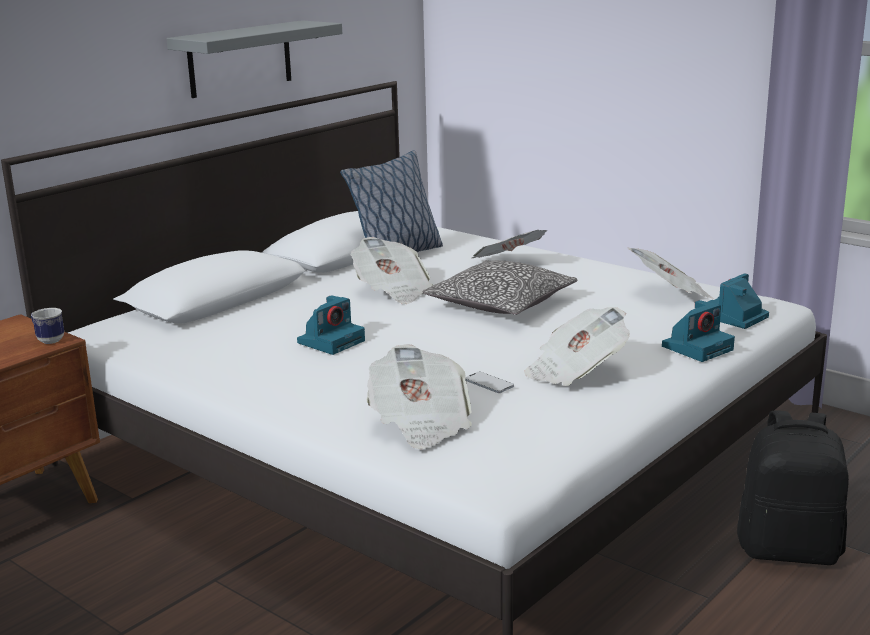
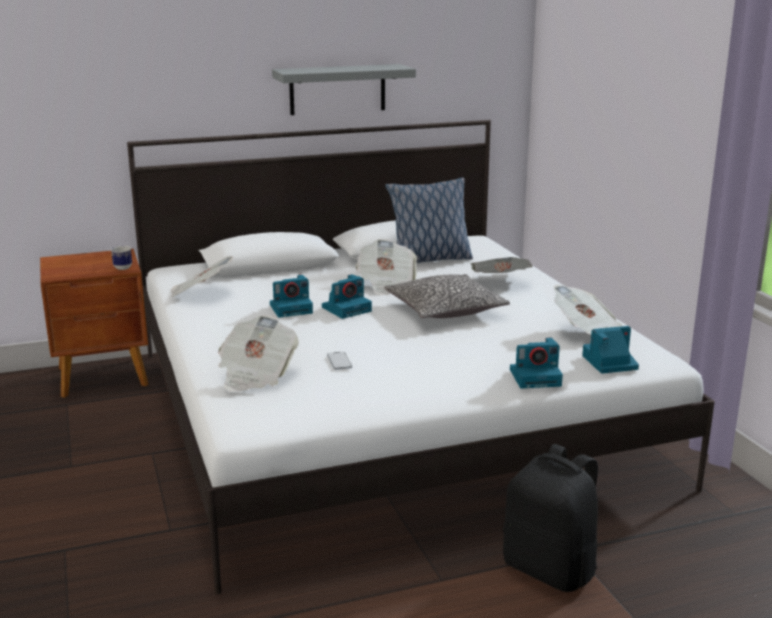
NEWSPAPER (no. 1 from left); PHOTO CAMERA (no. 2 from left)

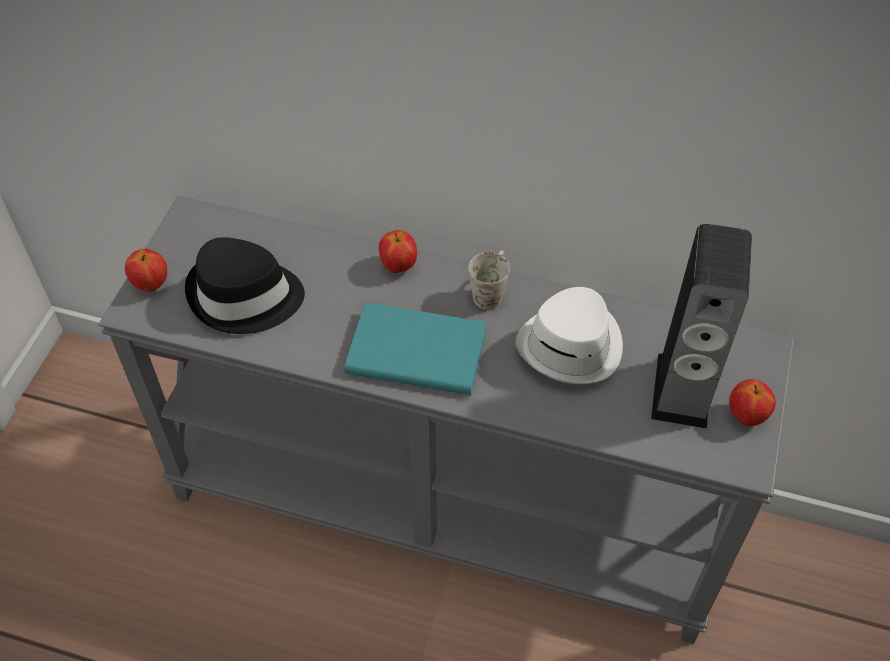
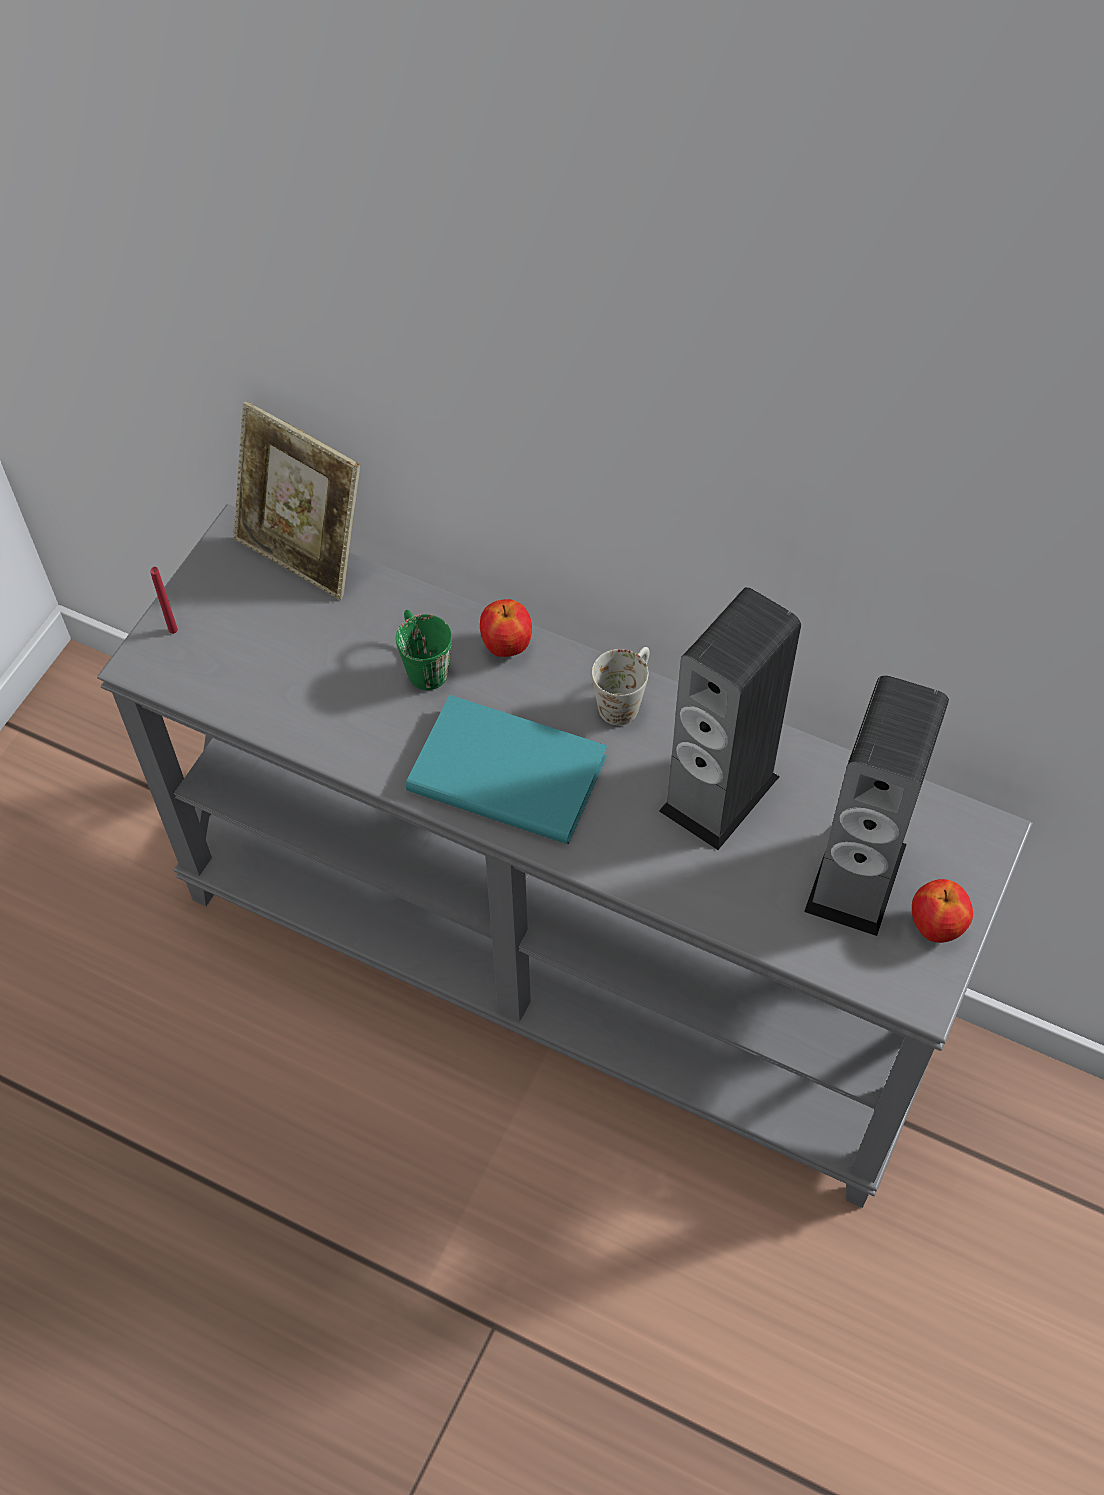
RED CANDLE; PICTURE FRAME; GREEN MUG; SPEAKER (no. 1 from left); BLACK HAT

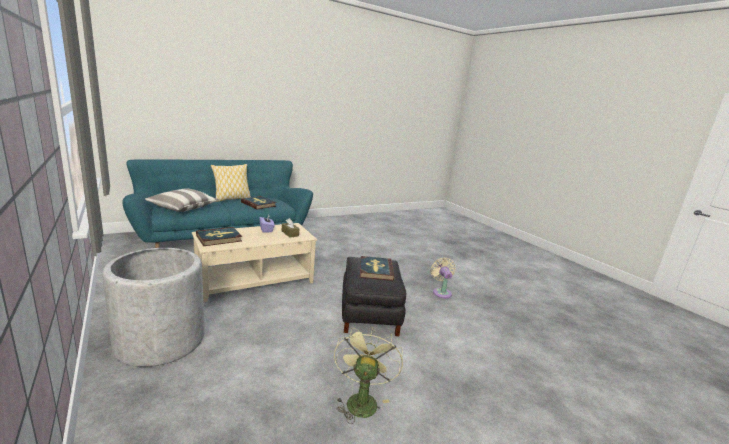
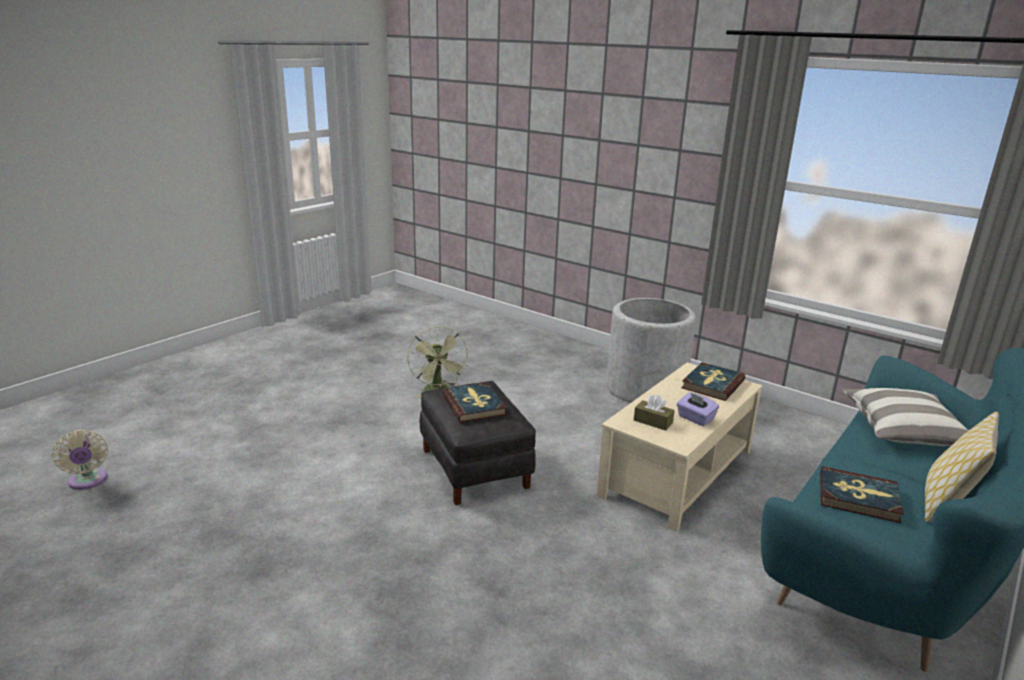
BEIGE FAN

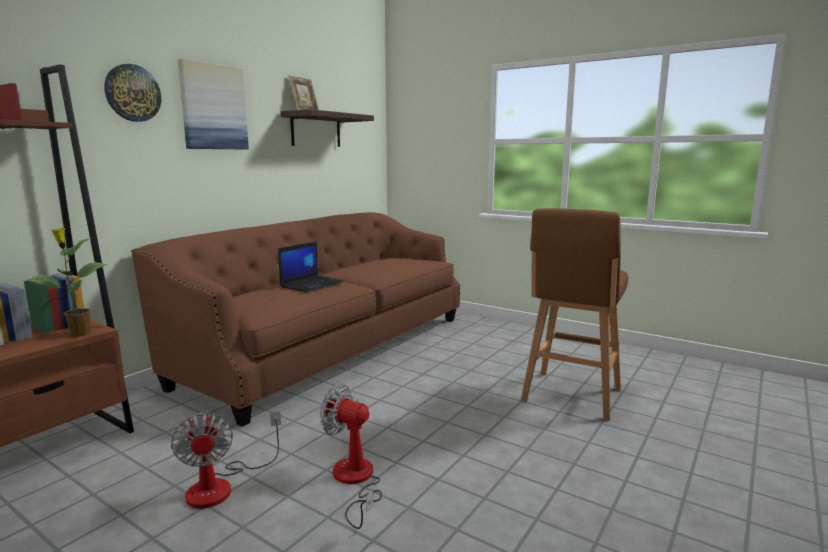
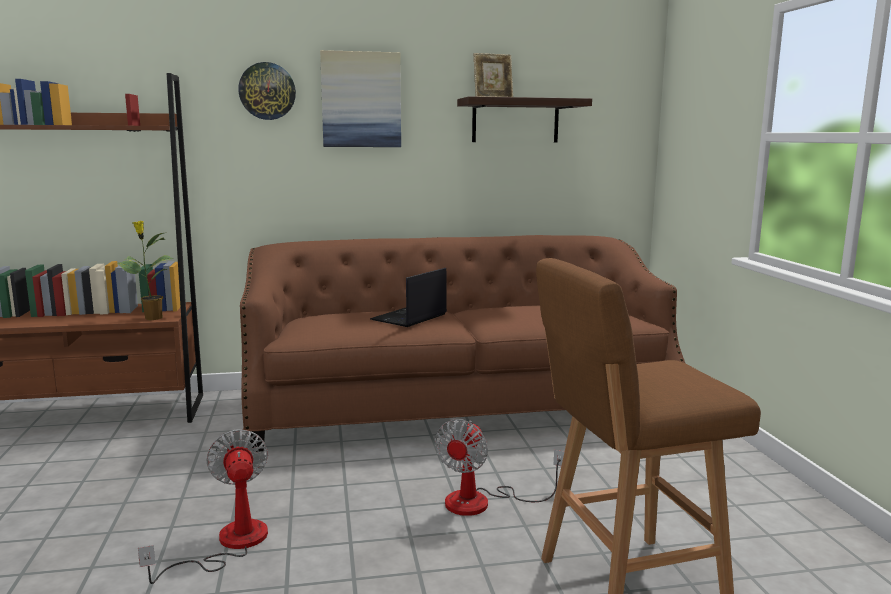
LAPTOP; FAN (no. 2 from left)

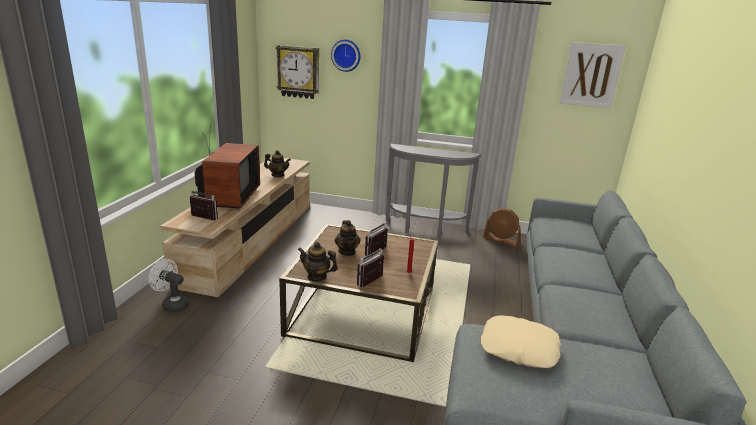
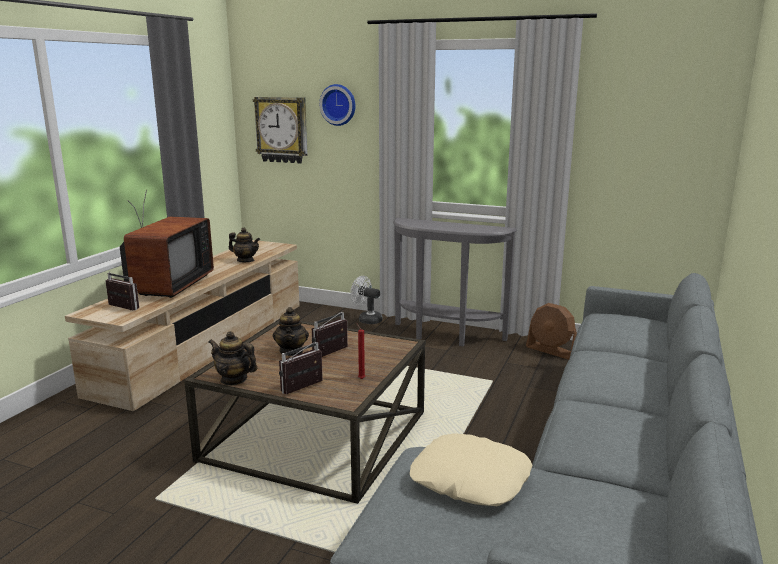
WHITE FAN; PICTURE

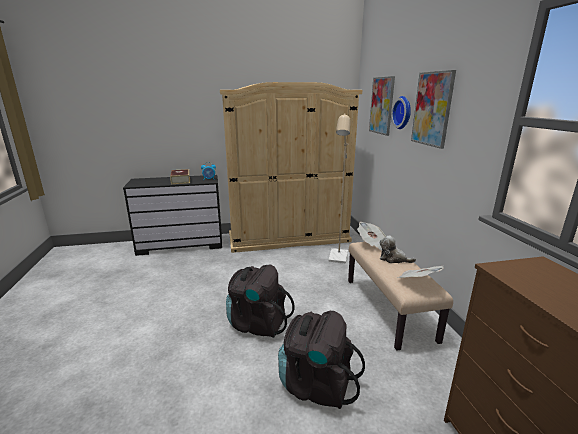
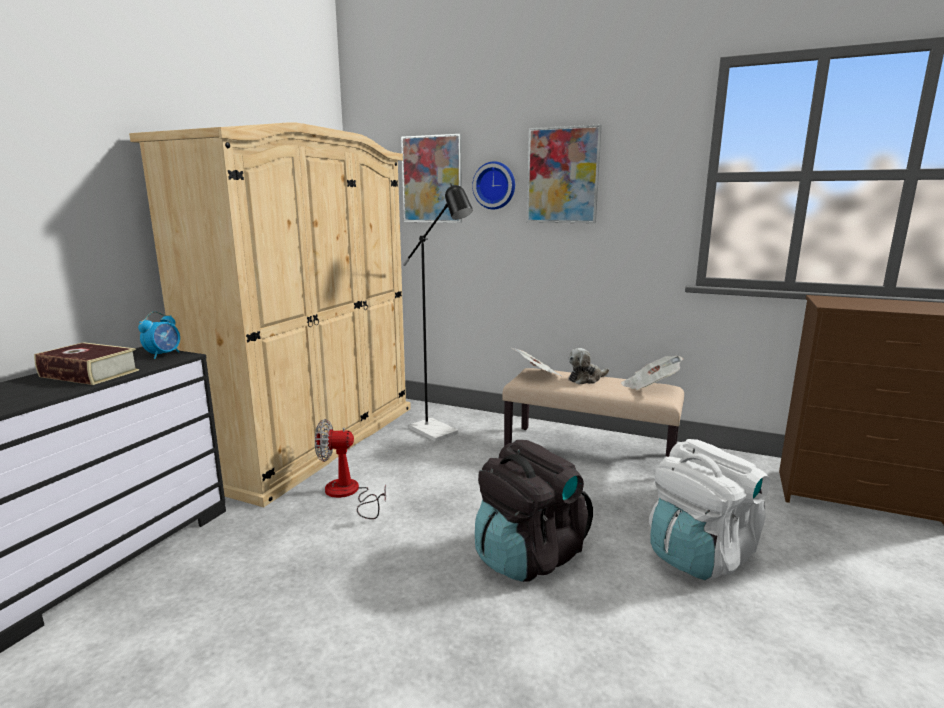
FAN; BLACK FLOOR LAMP; WHITE BACKPACK

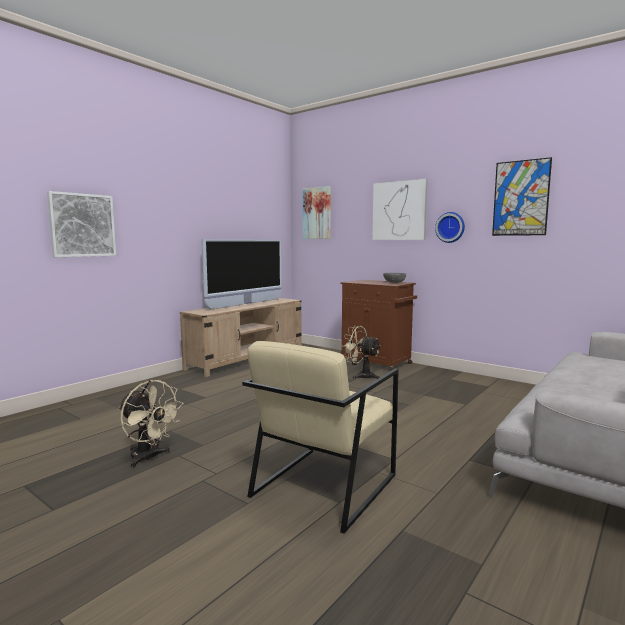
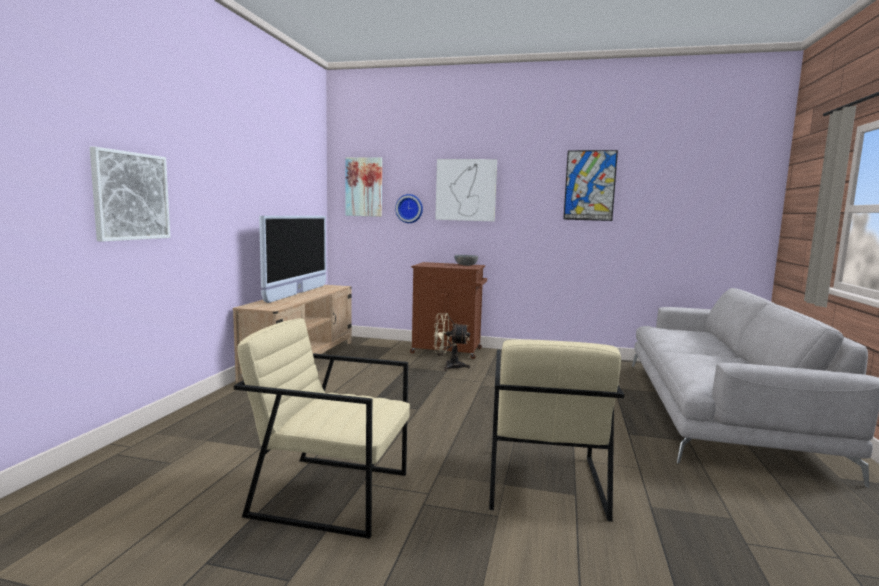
BEIGE ARMCHAIR (no. 1 from left); WALL CLOCK

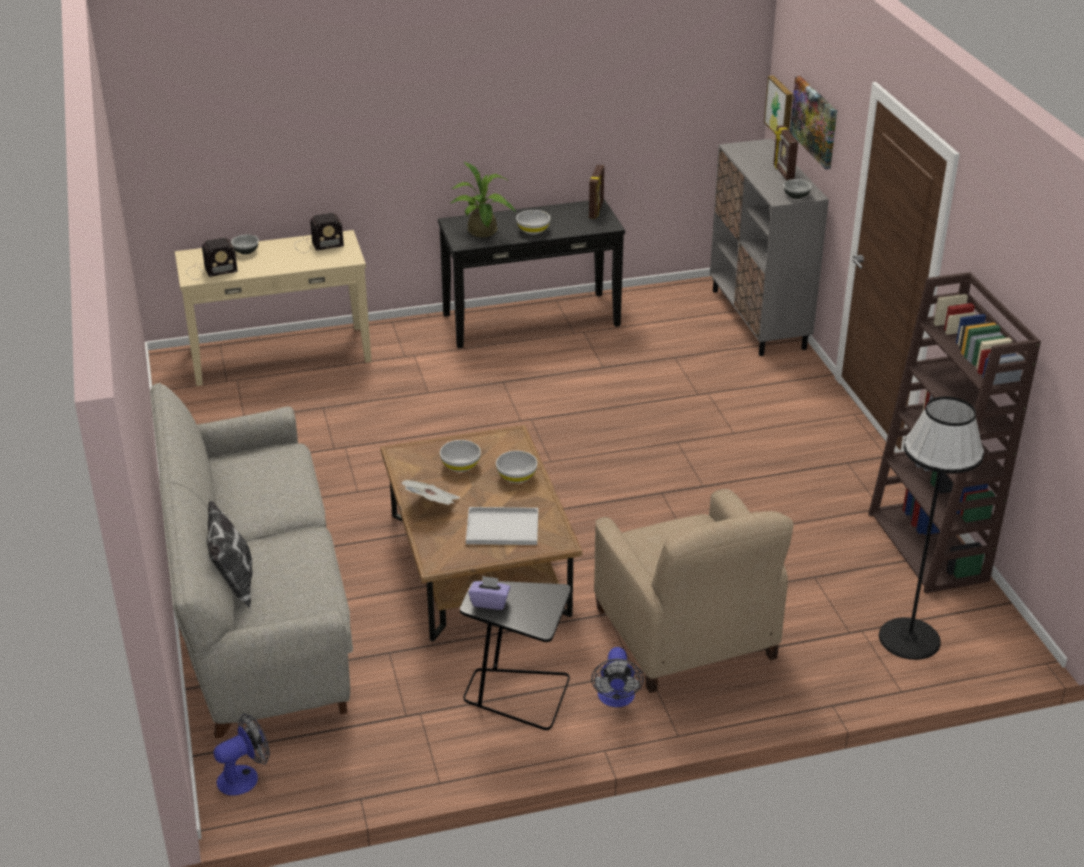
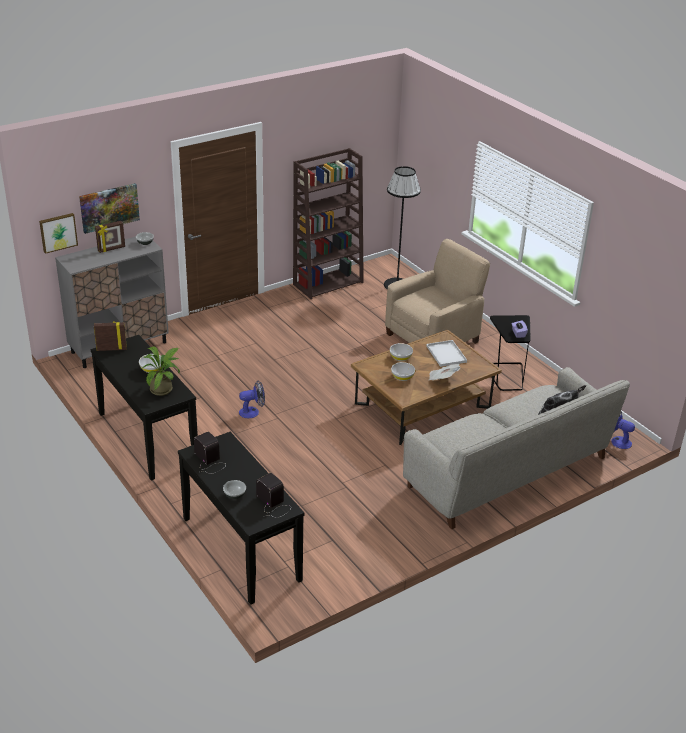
BLACK CONSOLE TABLE (no. 2 from left); FAN (no. 1 from left)

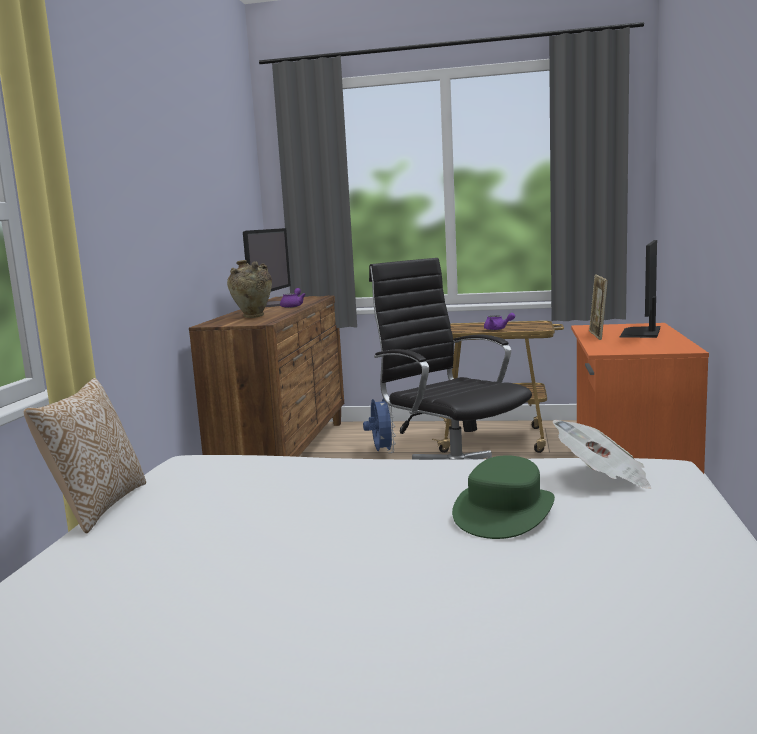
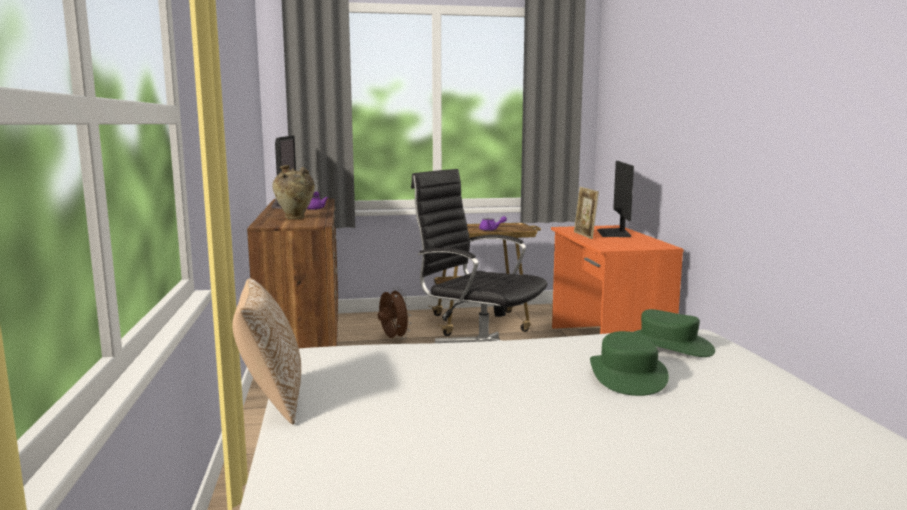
BROWN FAN; GREEN HAT (no. 2 from left)

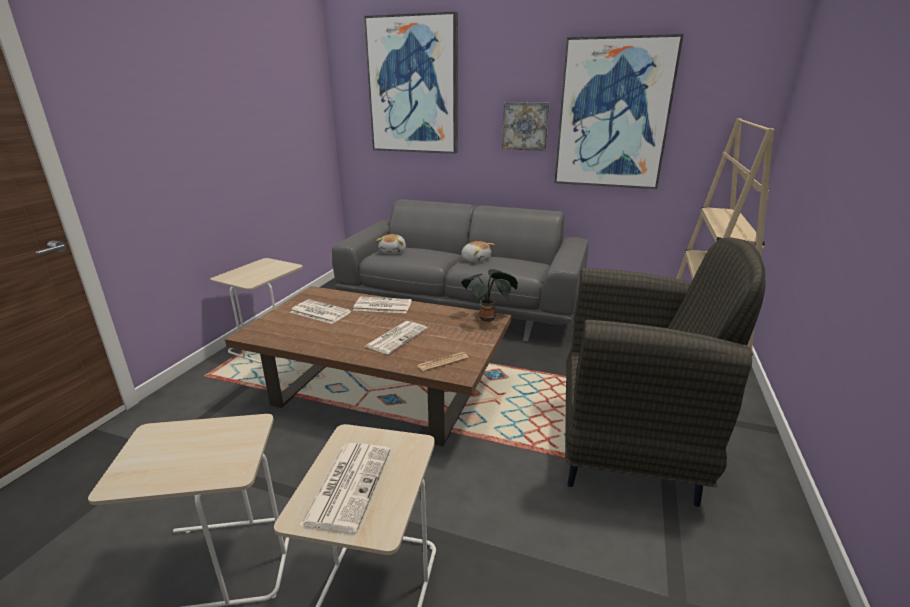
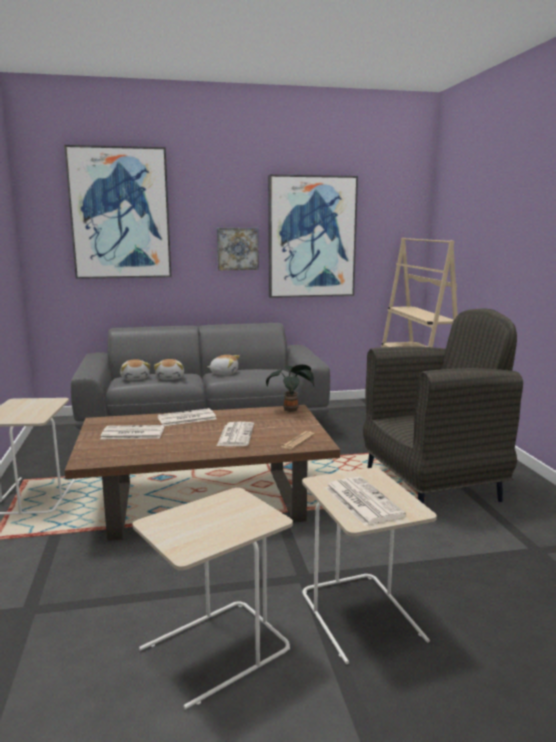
PLUSH TOY (no. 2 from left)

